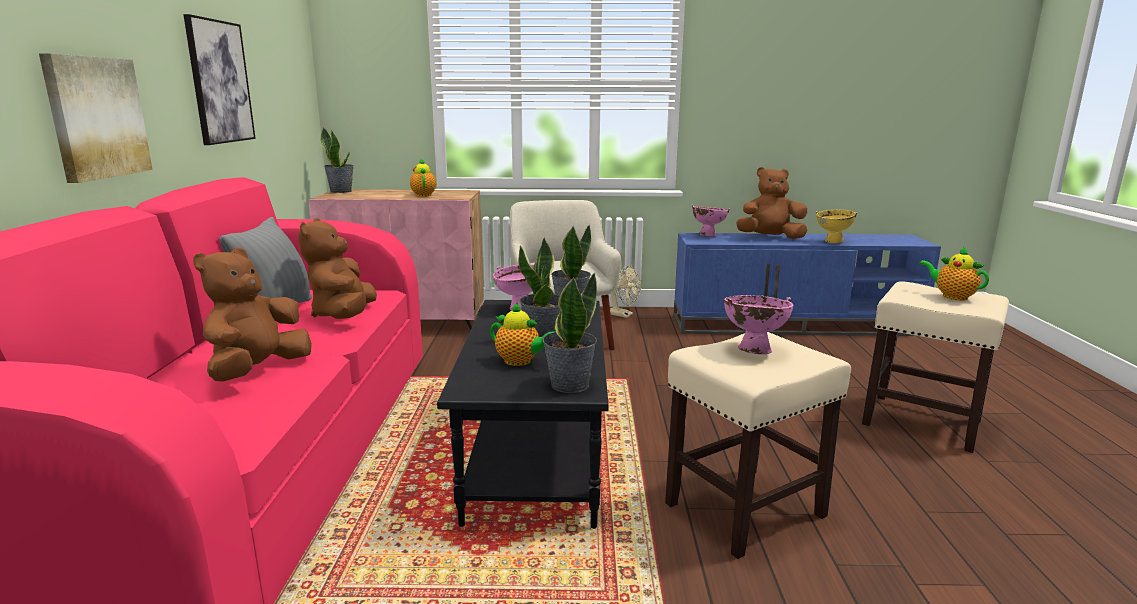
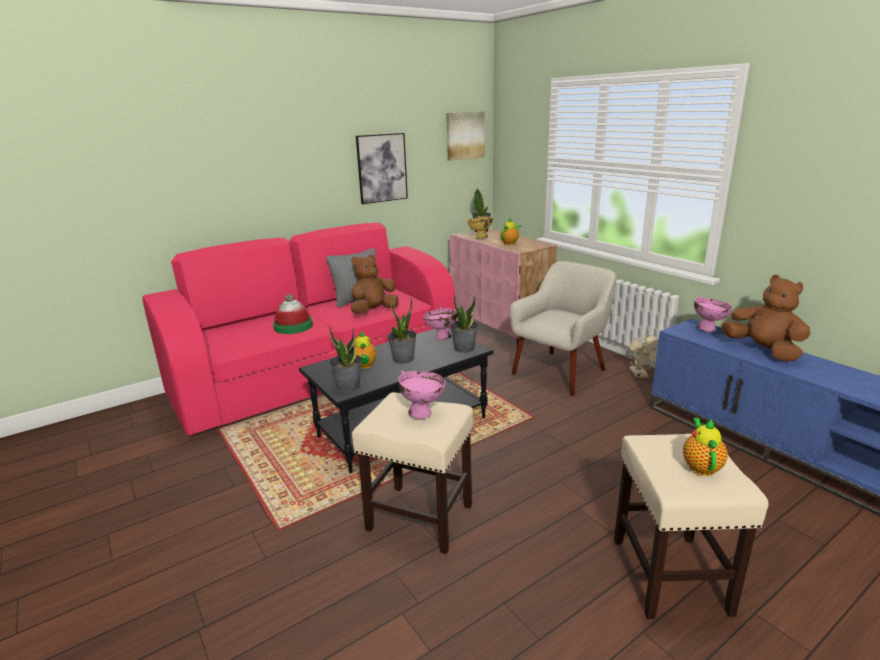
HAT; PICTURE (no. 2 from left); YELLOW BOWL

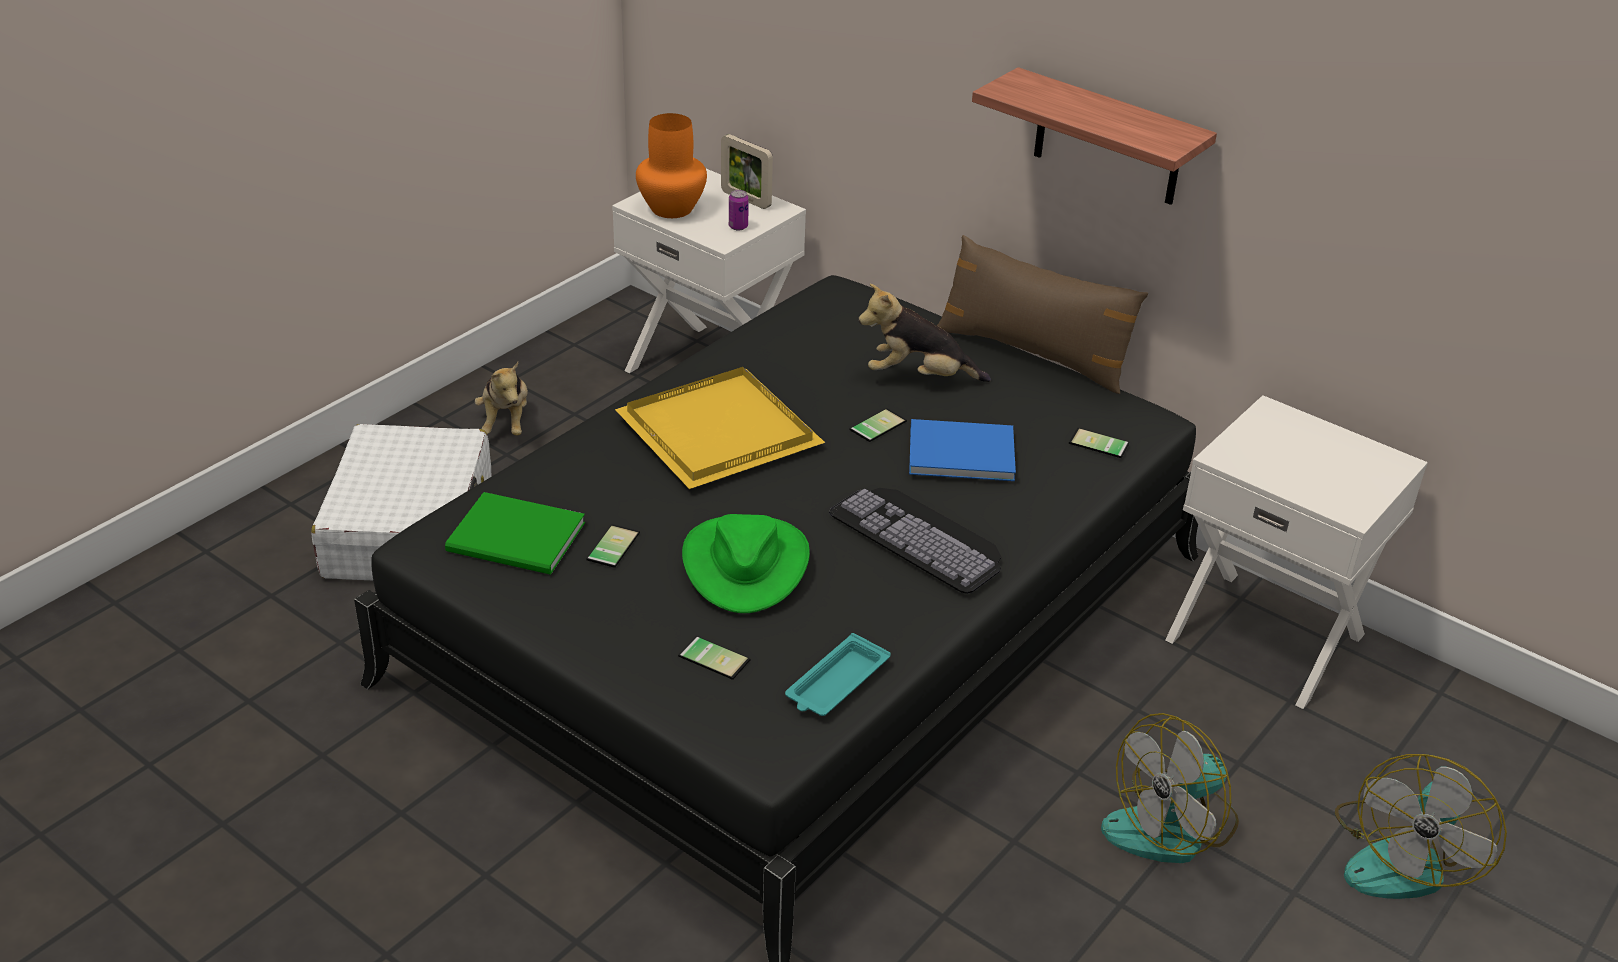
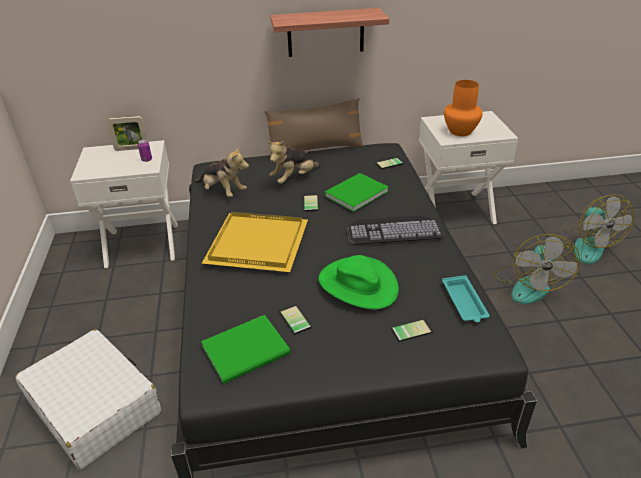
PLUSH TOY (no. 1 from left); GREEN BOOK (no. 2 from left); ORANGE VASE

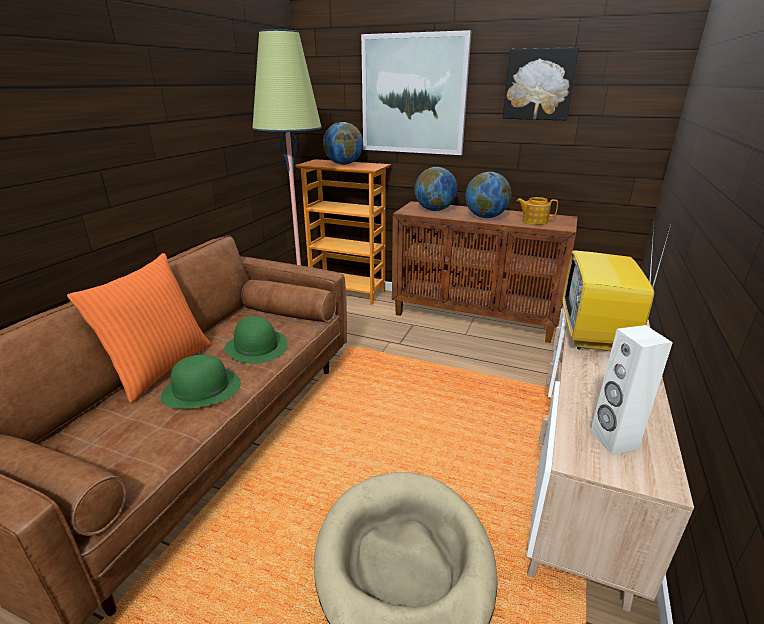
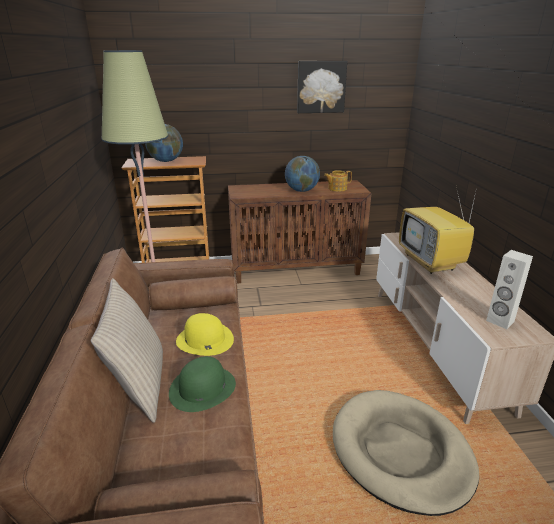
BEIGE PILLOW; YELLOW HAT; PICTURE (no. 1 from left in the first image); GLOBE (no. 2 from left in the first image)

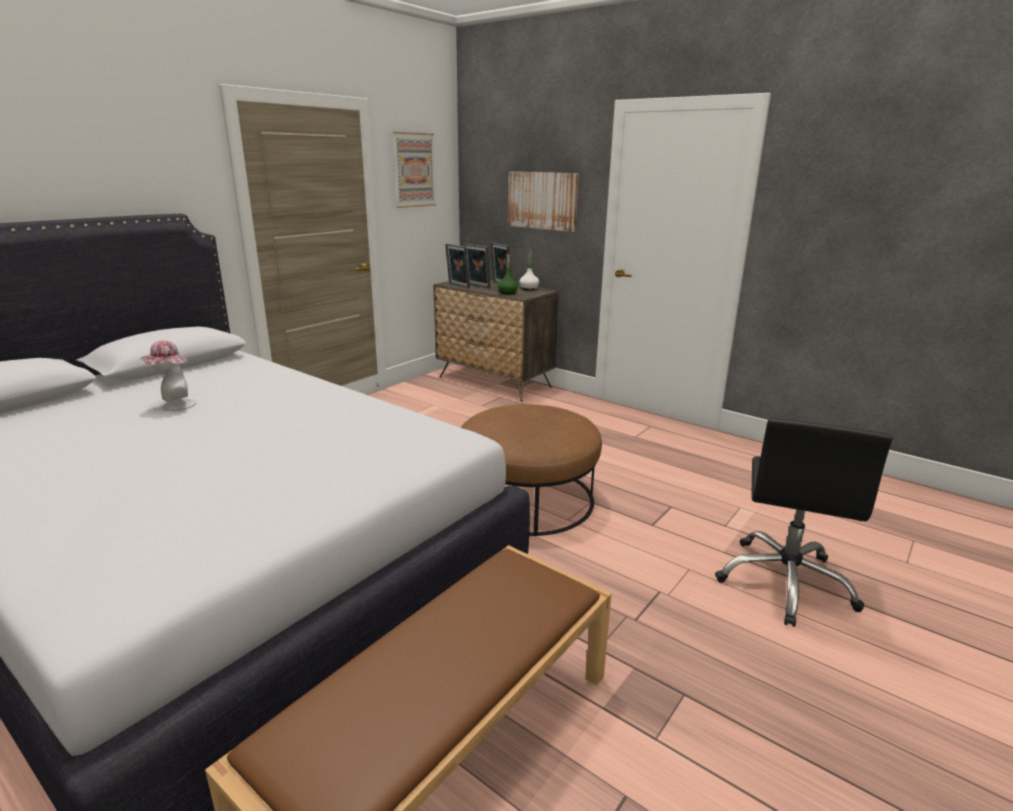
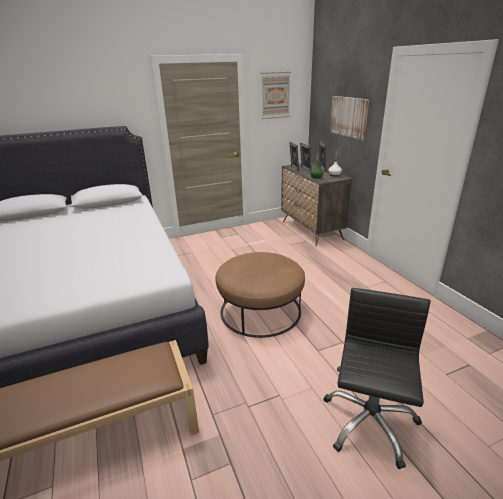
BLACK OFFICE CHAIR; HAT

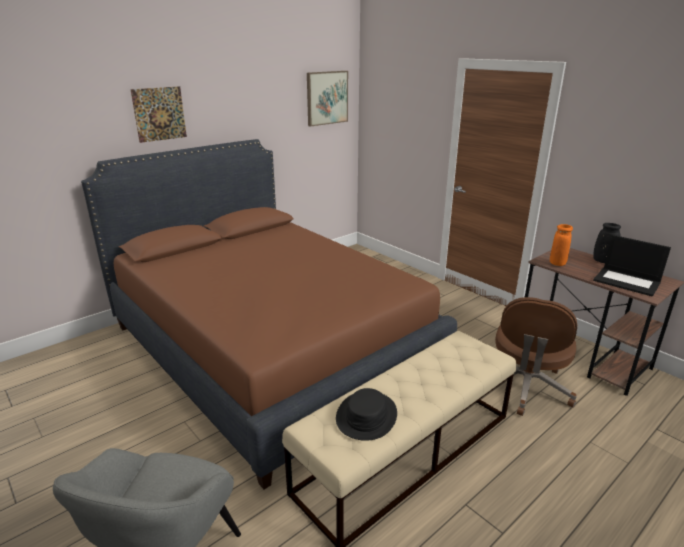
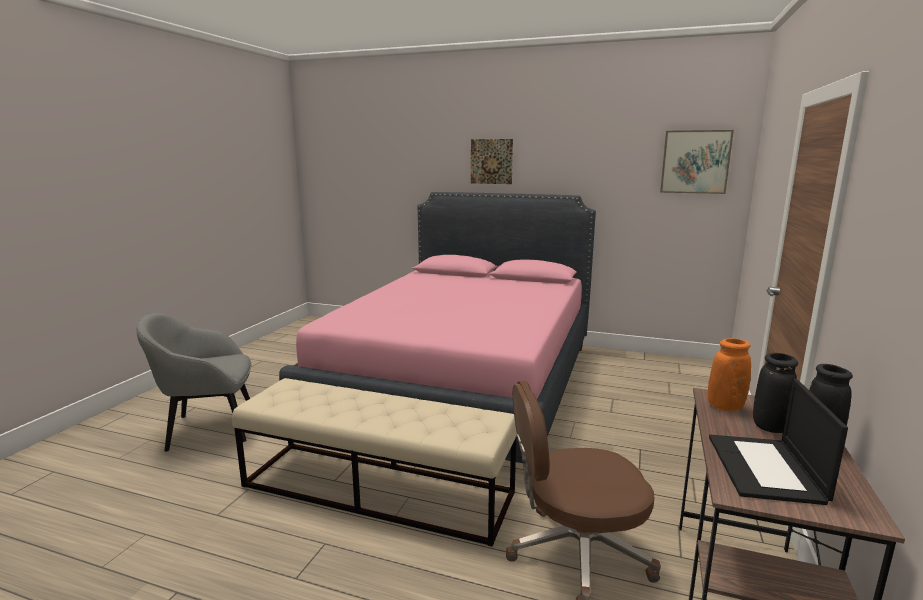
PINK BED; BLACK VASE (no. 1 from left); BLACK HAT

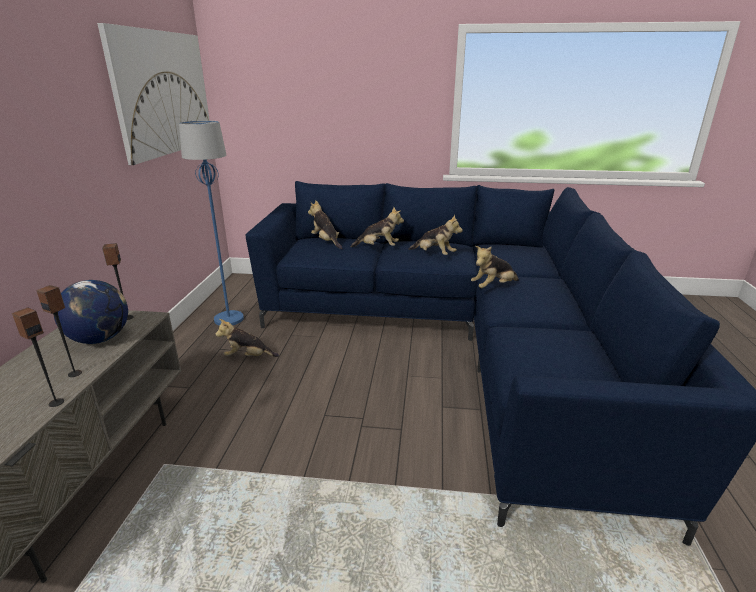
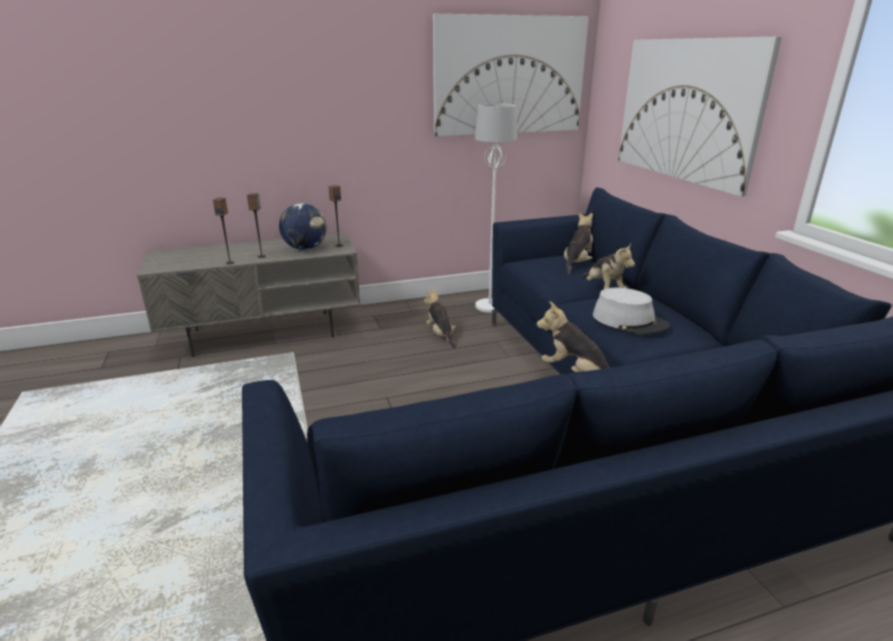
WHITE FLOOR LAMP; GREY HAT; PICTURE (no. 2 from left)

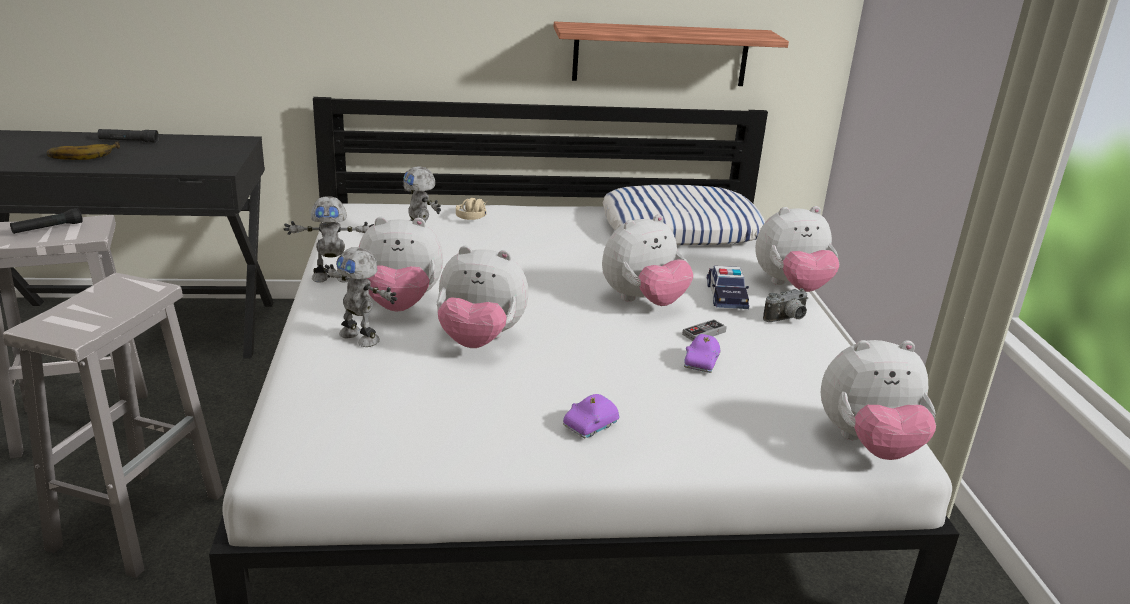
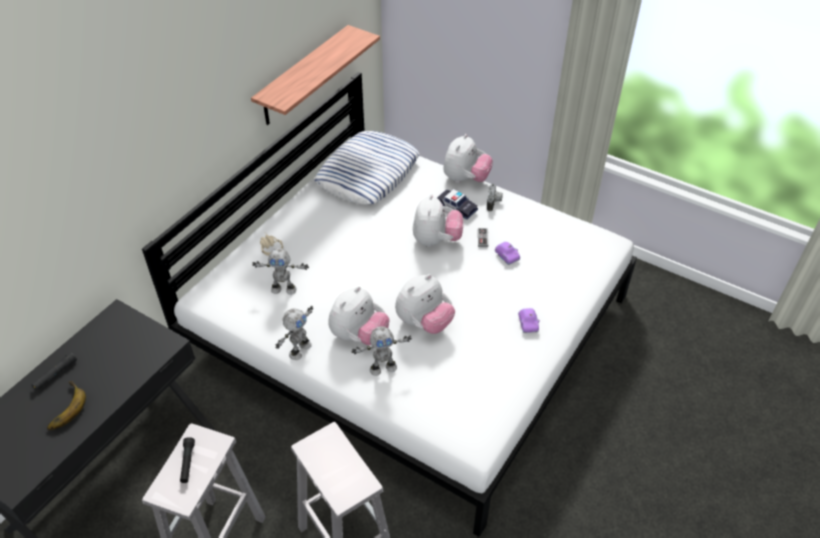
PLUSH TOY (no. 5 from left in the first image)

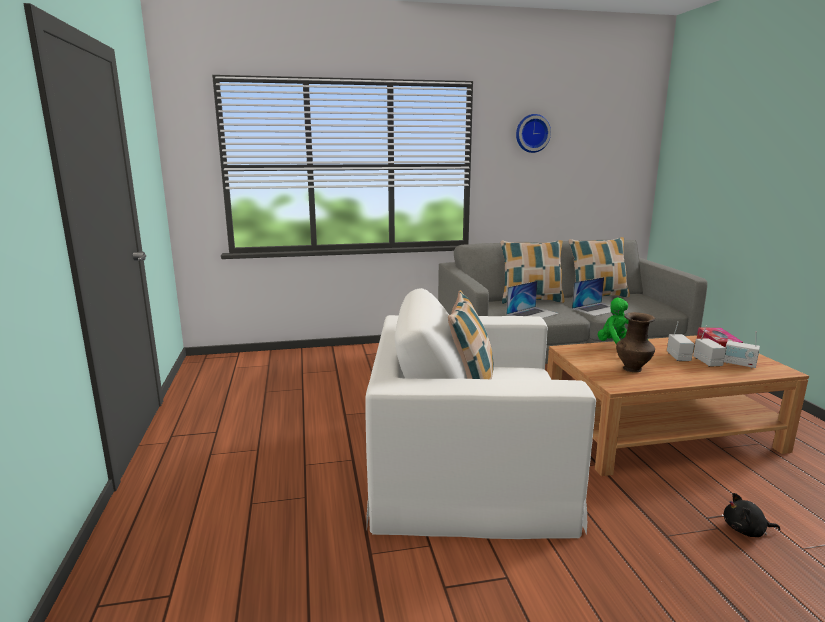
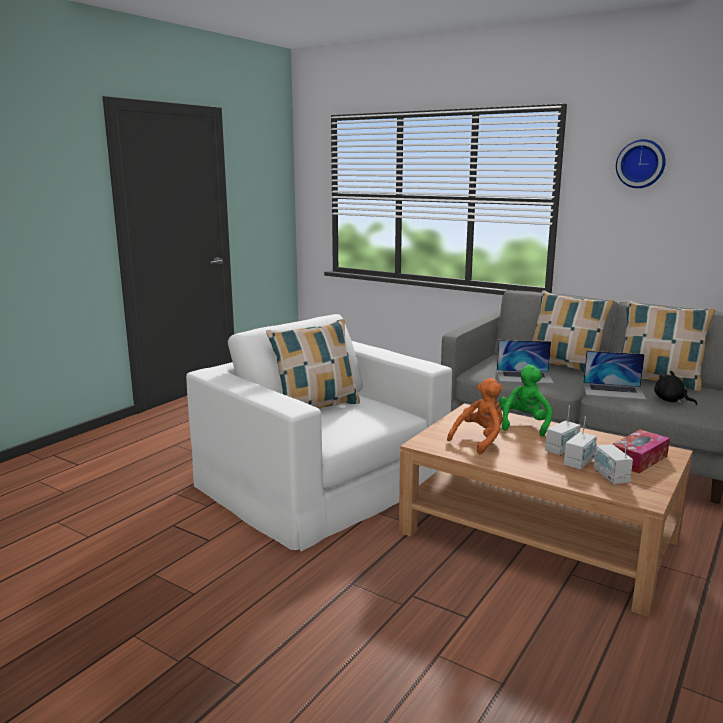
ORANGE PLUSH TOY; BLACK PLUSH TOY

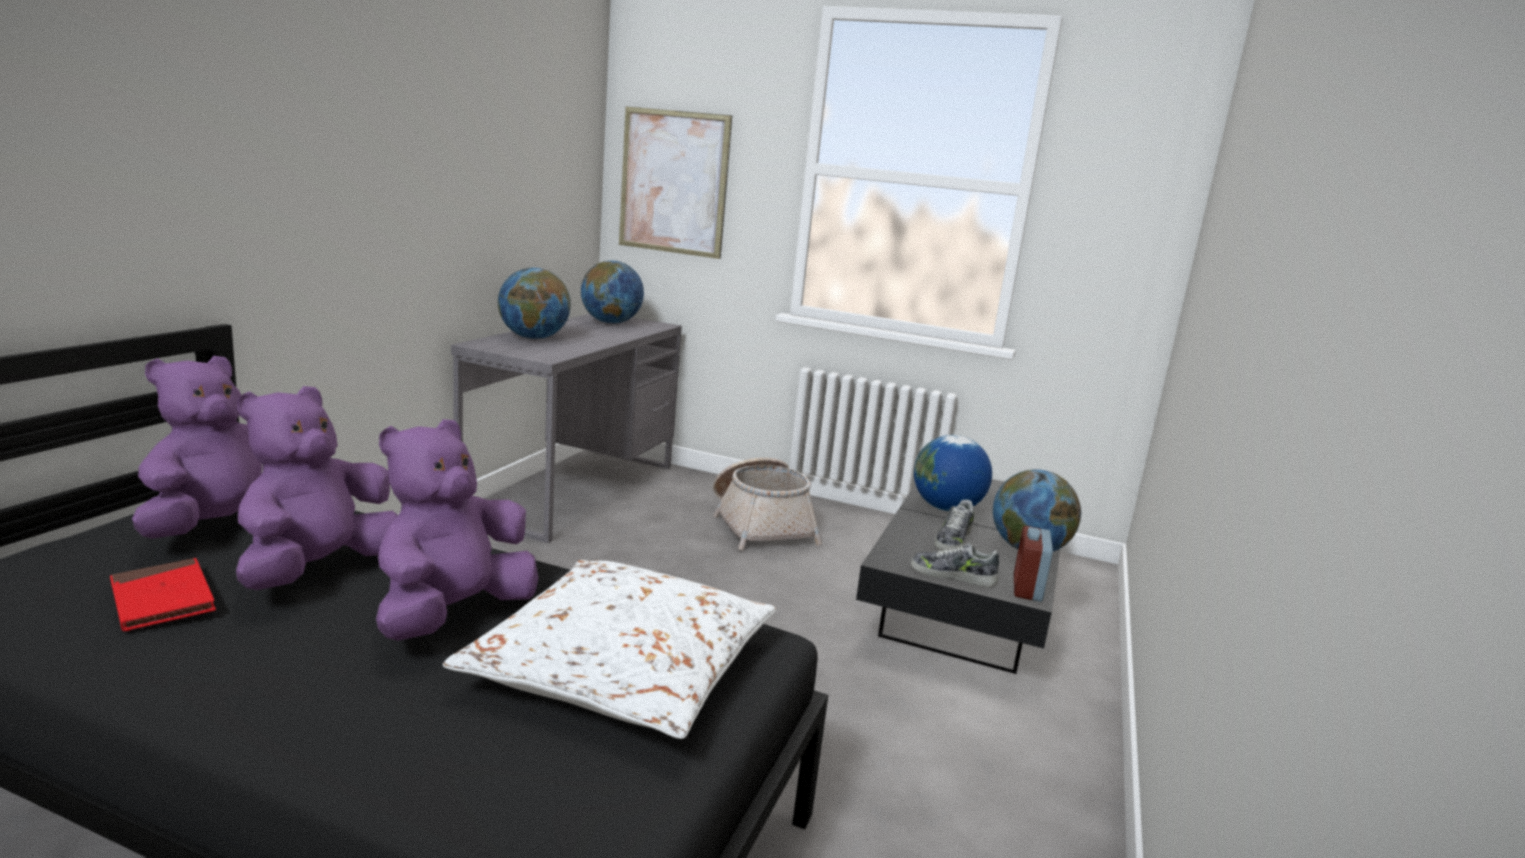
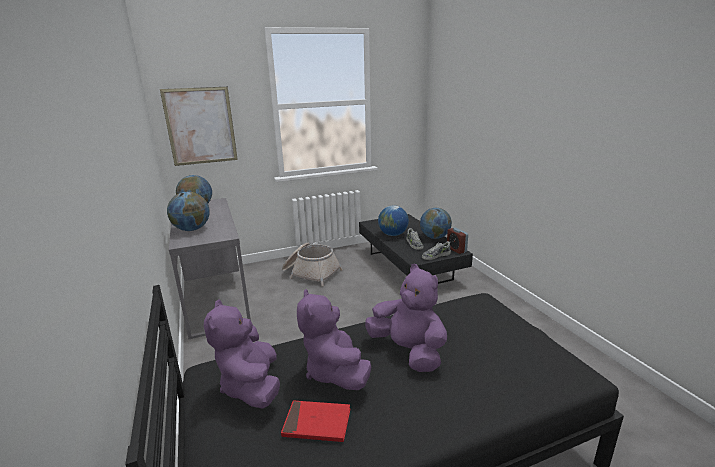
PURPLE PLUSH TOY (no. 3 from left); WHITE PILLOW

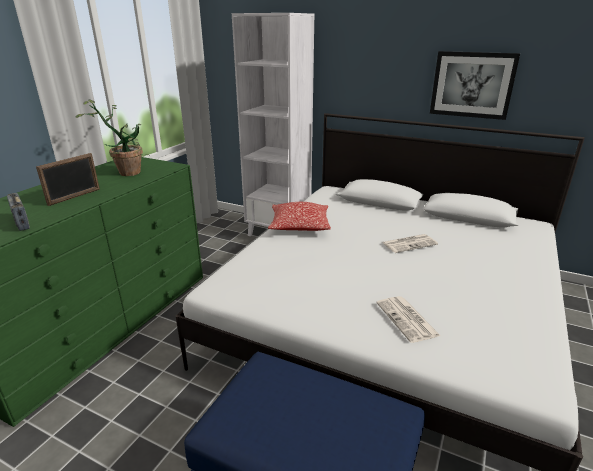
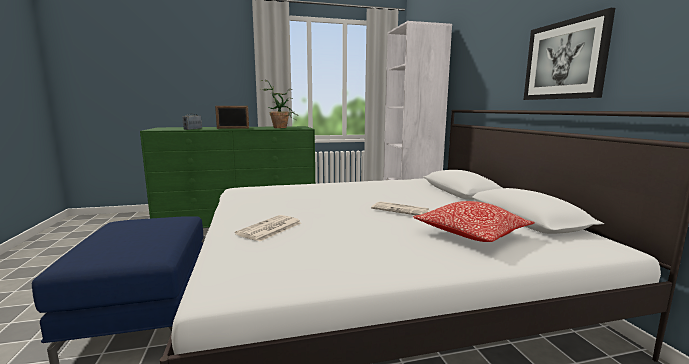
PILLOW

